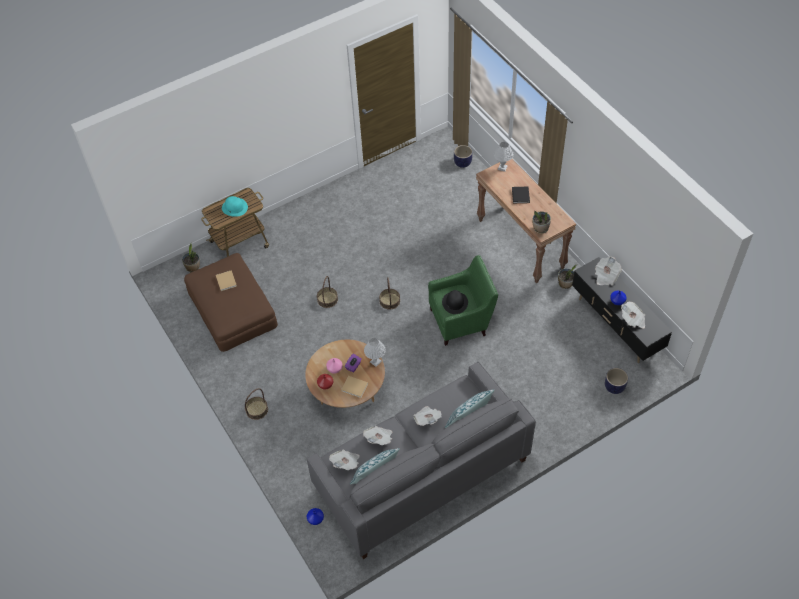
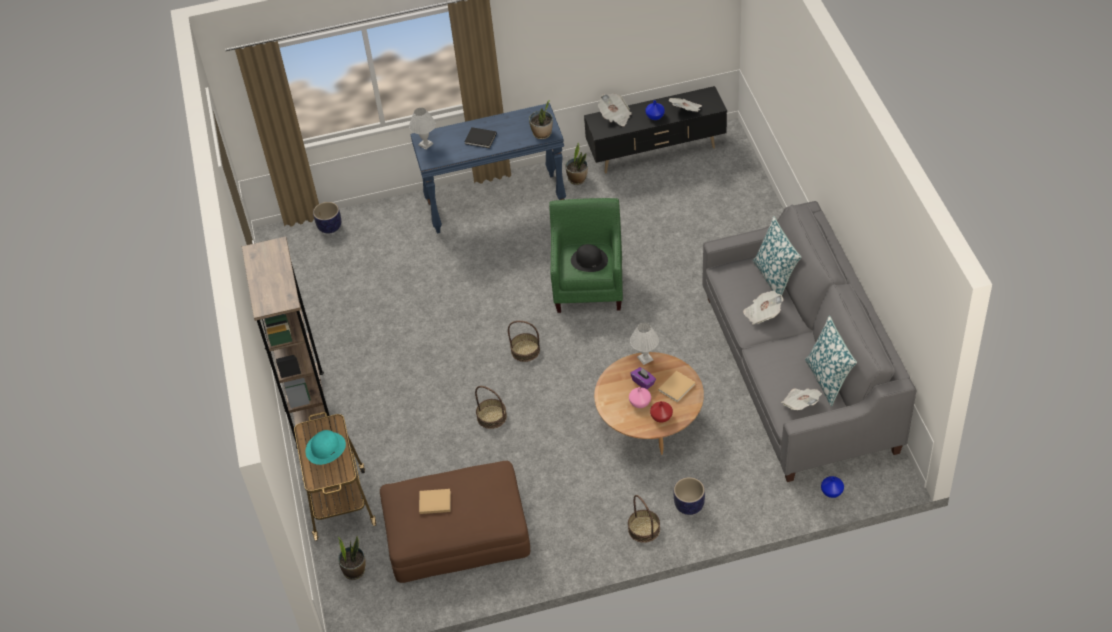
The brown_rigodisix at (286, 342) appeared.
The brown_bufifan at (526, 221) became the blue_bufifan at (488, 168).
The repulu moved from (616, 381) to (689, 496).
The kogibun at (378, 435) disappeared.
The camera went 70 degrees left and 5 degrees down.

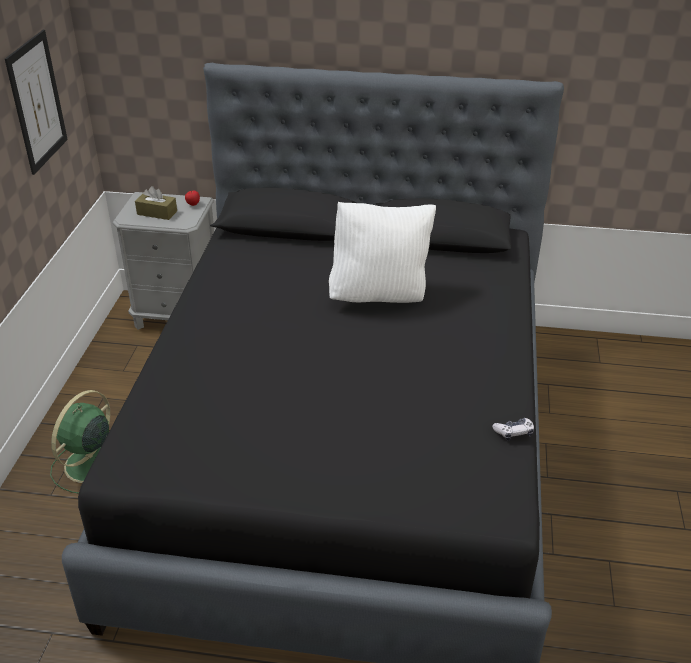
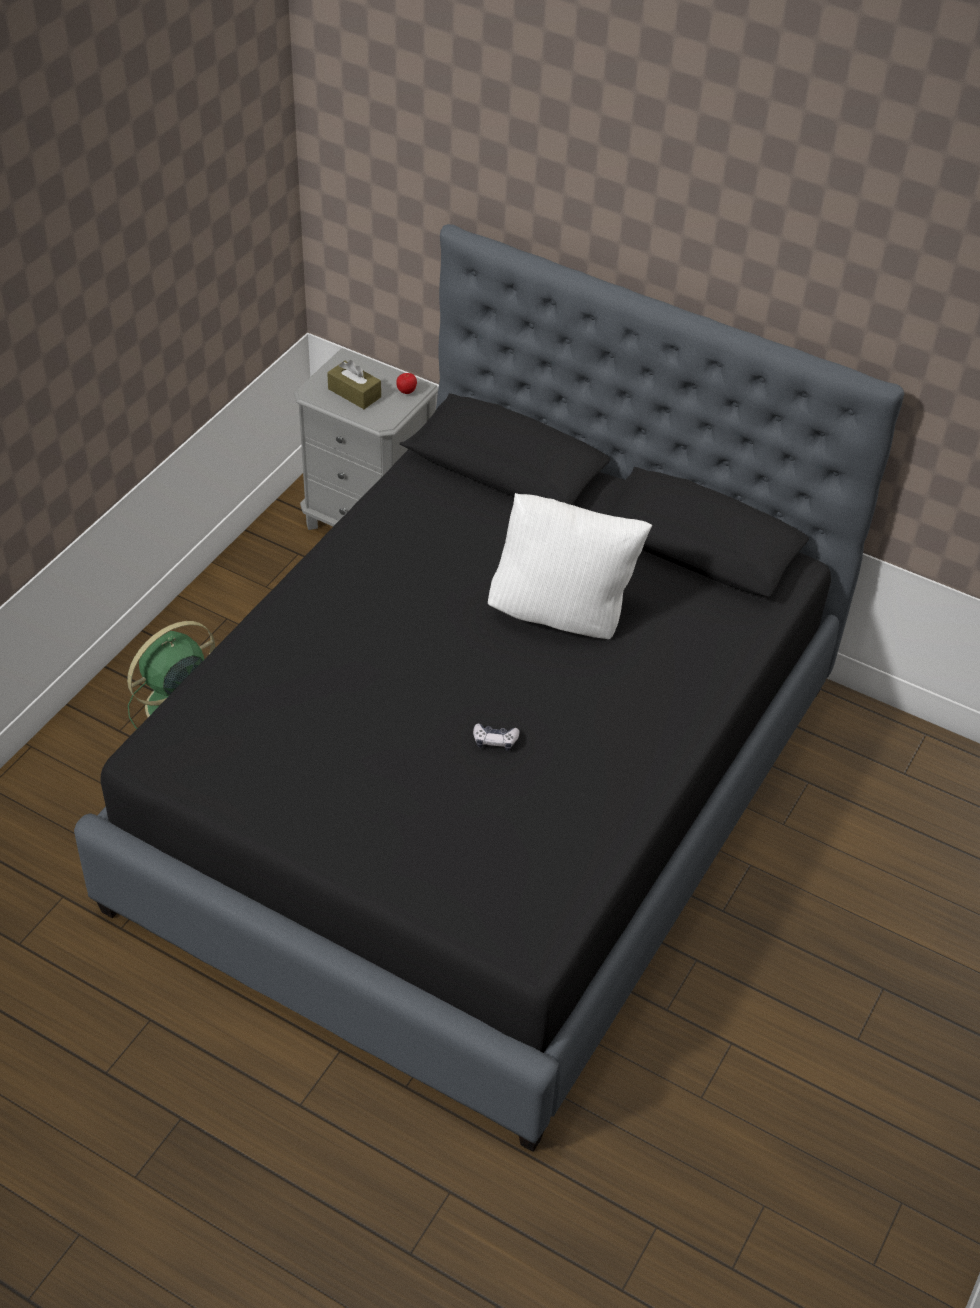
The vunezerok moved from (513, 429) to (496, 737).
The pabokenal at (36, 102) disappeared.
The camera went 20 degrees right and 10 degrees up.

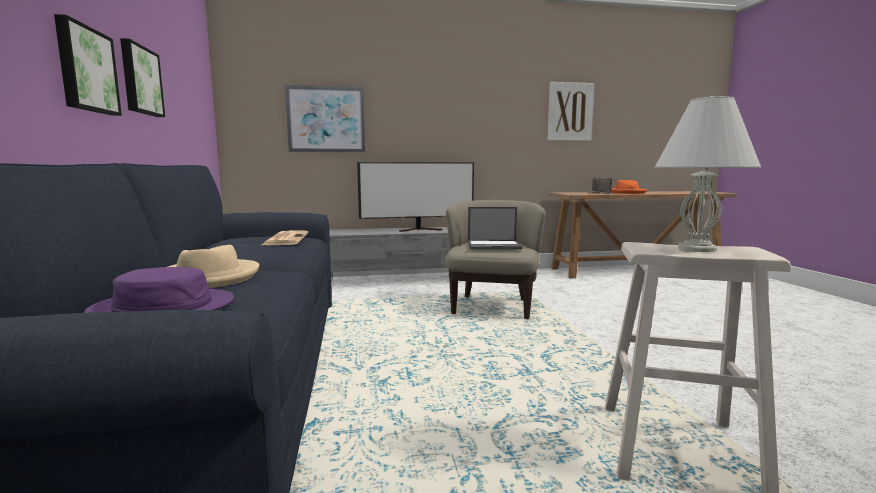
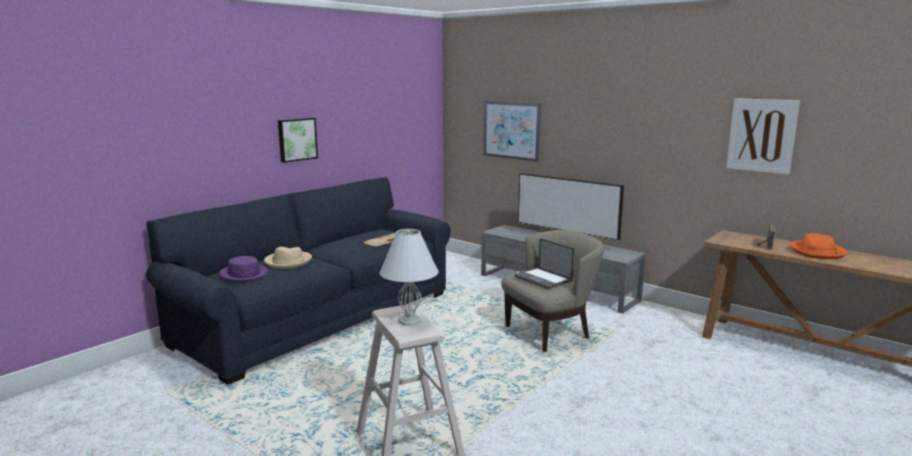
The pabokenal at (142, 77) disappeared.
The camera went 50 degrees right and 5 degrees up.

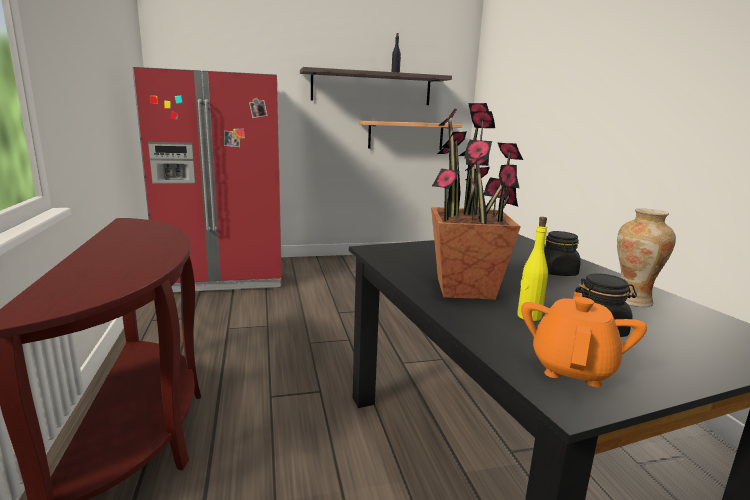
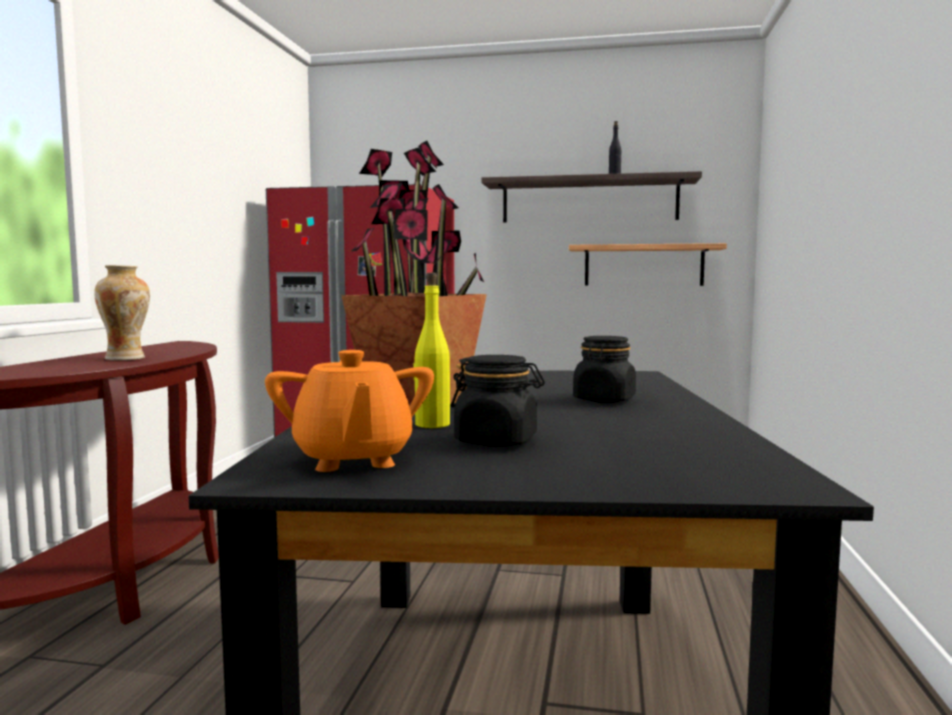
The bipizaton moved from (646, 257) to (122, 312).
The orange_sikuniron at (584, 339) turned 120 degrees clockwise.
The camera went 25 degrees right and 10 degrees down.

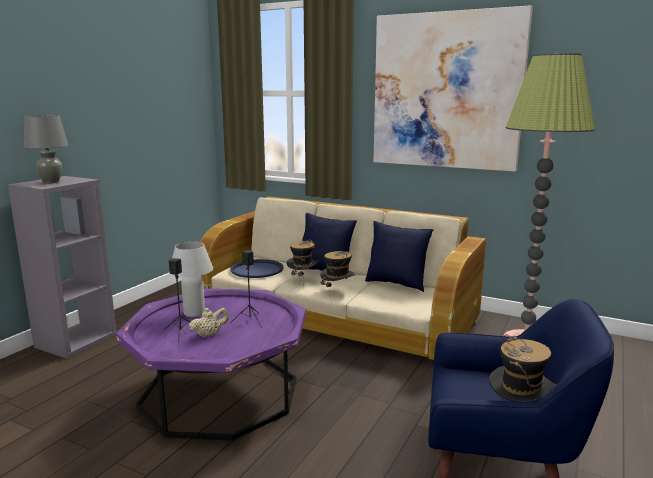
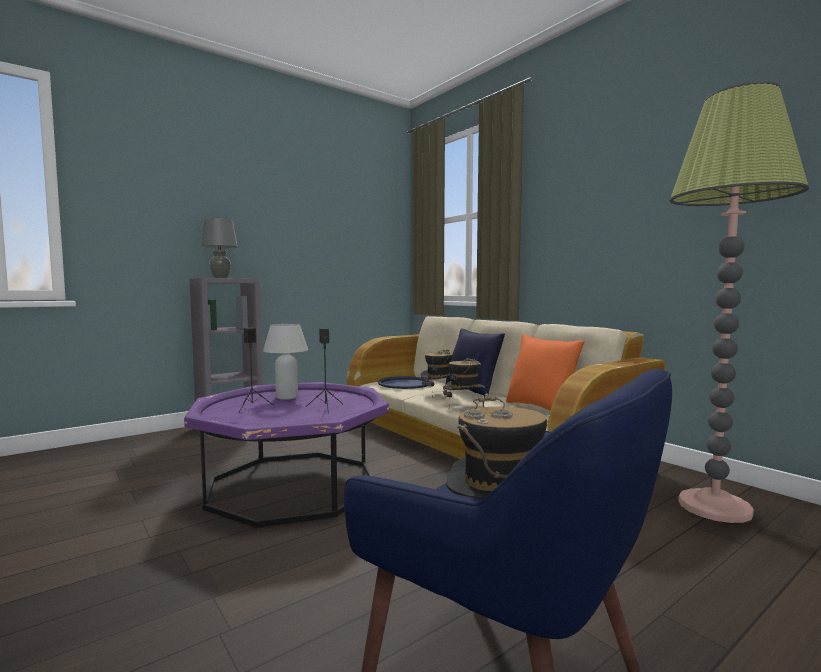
The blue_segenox at (399, 256) became the orange_segenox at (545, 372).
The beige_sikuniron at (208, 322) disappeared.
The pabokenal at (453, 88) disappeared.
The camera went 25 degrees right and 10 degrees down.

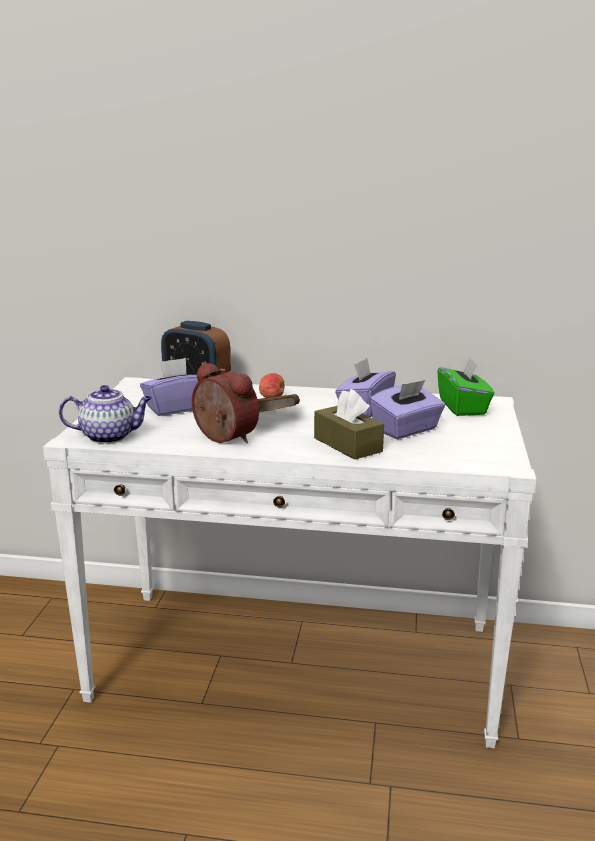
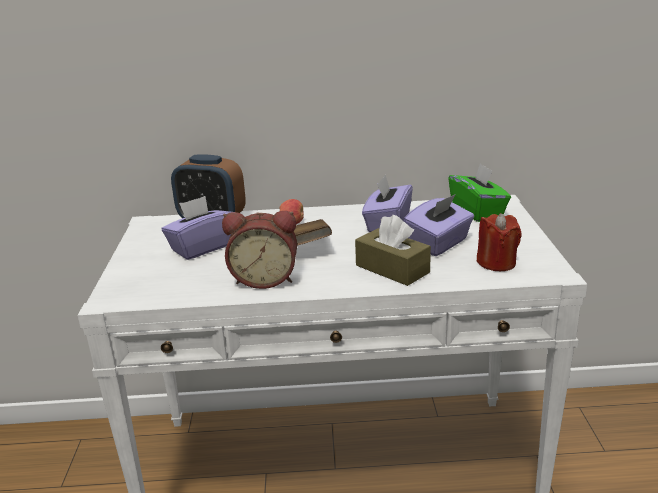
The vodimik at (225, 403) turned 150 degrees clockwise.
The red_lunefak at (499, 242) appeared.
The sikuniron at (105, 414) disappeared.
The camera went 10 degrees left and 5 degrees up.

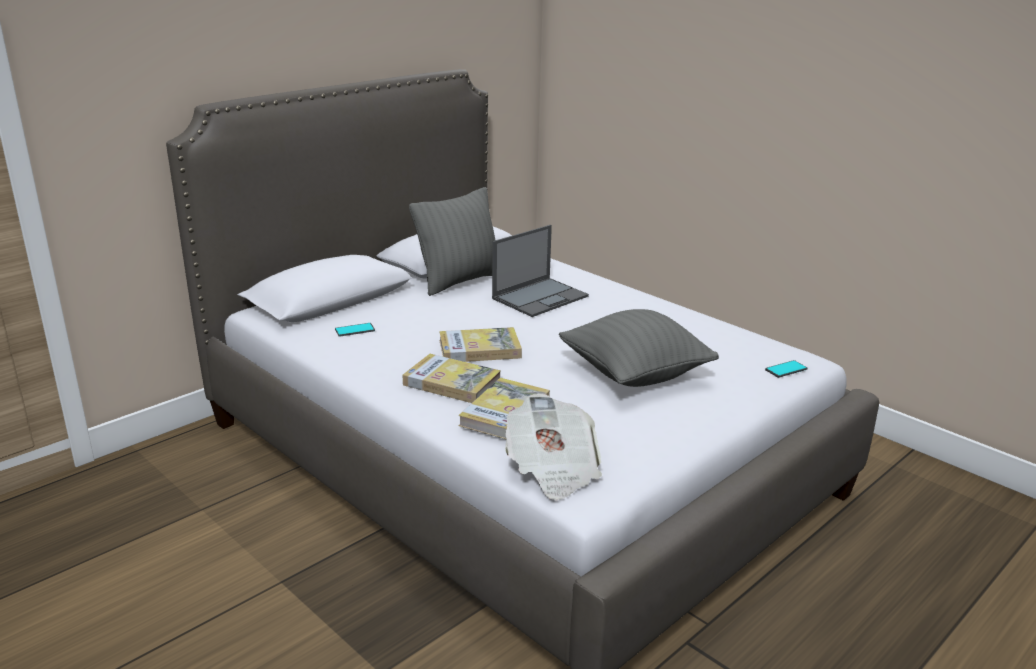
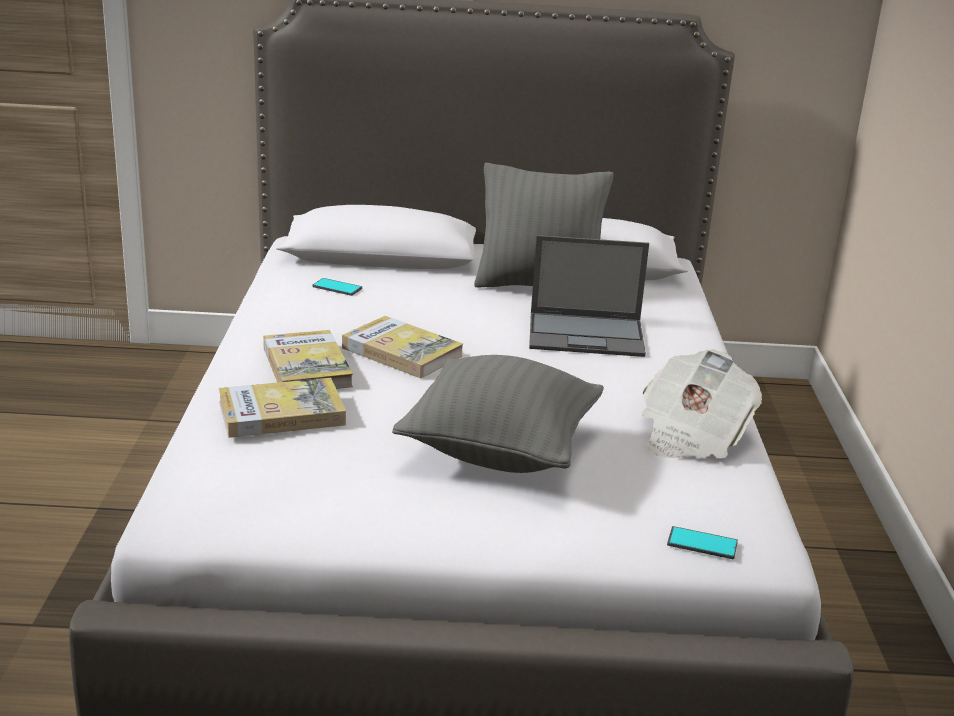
The kogibun moved from (553, 447) to (702, 404).
The camera went 45 degrees right and 0 degrees up.

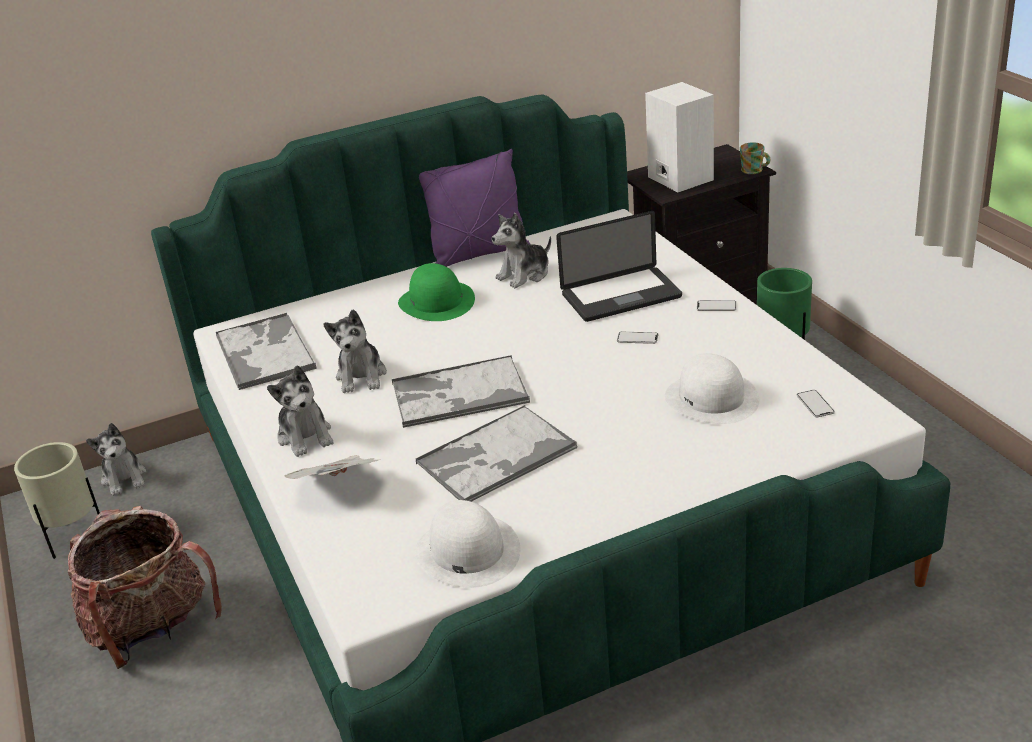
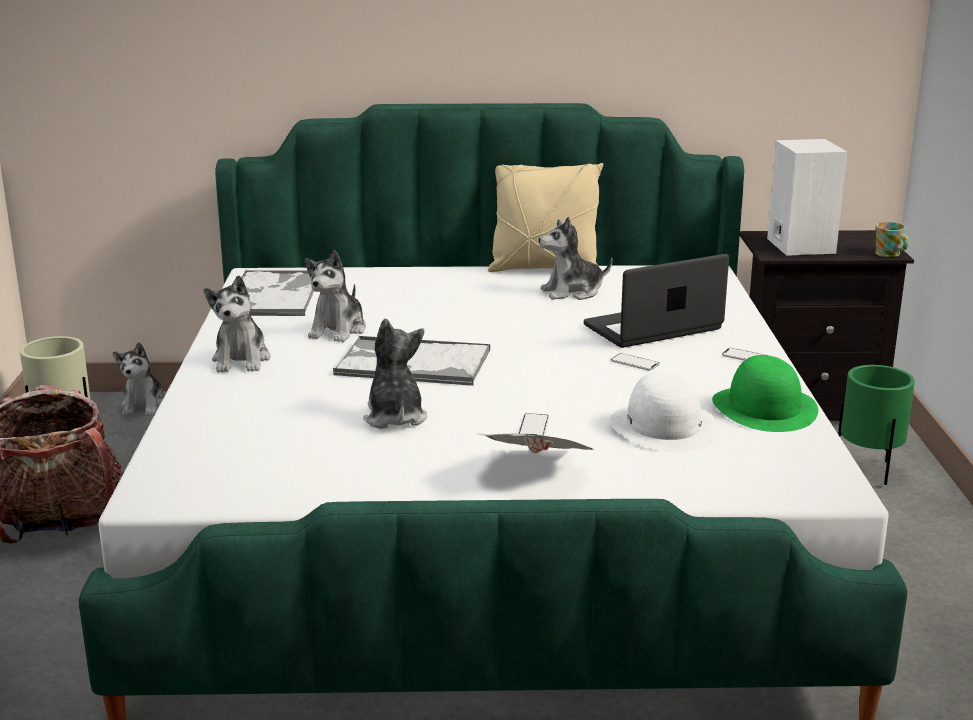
The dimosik at (496, 453) was replaced by the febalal at (395, 374).
The kogibun moved from (331, 467) to (534, 443).
The purple_segenox at (474, 208) became the beige_segenox at (545, 217).
The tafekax moved from (816, 403) to (533, 424).
The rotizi at (619, 266) turned 150 degrees clockwise.
The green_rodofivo moved from (436, 292) to (765, 393).
The white_rodofivo at (467, 544) disappeared.
The camera went 20 degrees right and 10 degrees down.

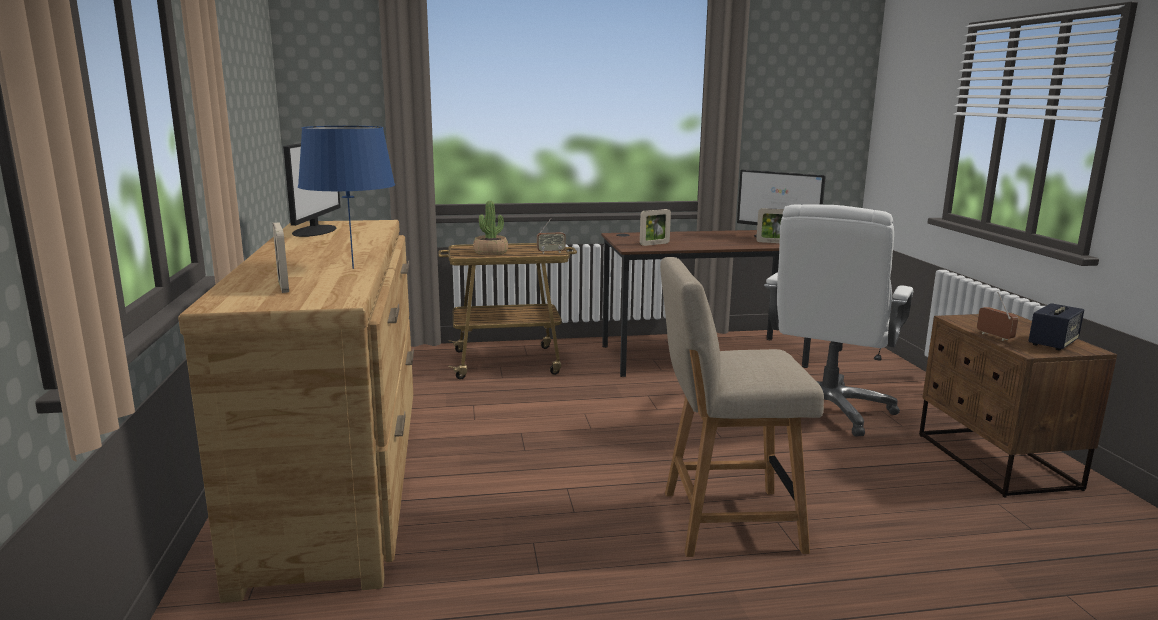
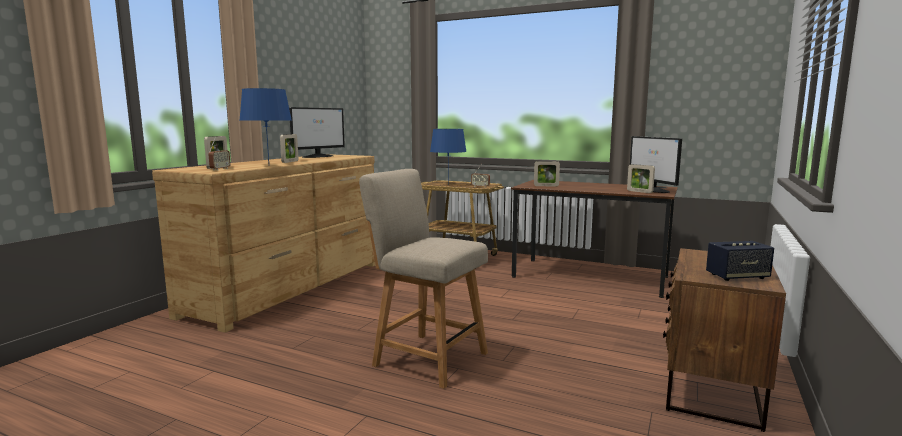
The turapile moved from (997, 316) to (219, 153).
The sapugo at (289, 148) appeared.
The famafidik at (490, 228) was replaced by the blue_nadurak at (448, 157).
The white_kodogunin at (838, 320) disappeared.
The camera went 35 degrees right and 5 degrees down.

